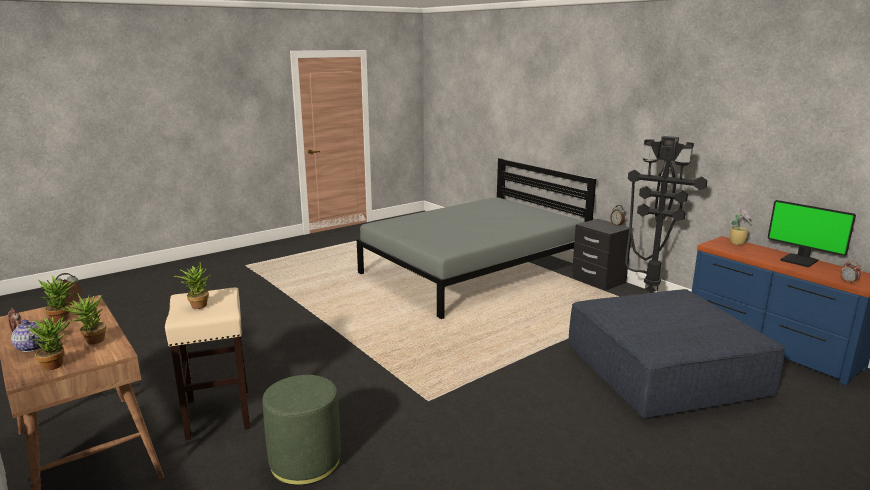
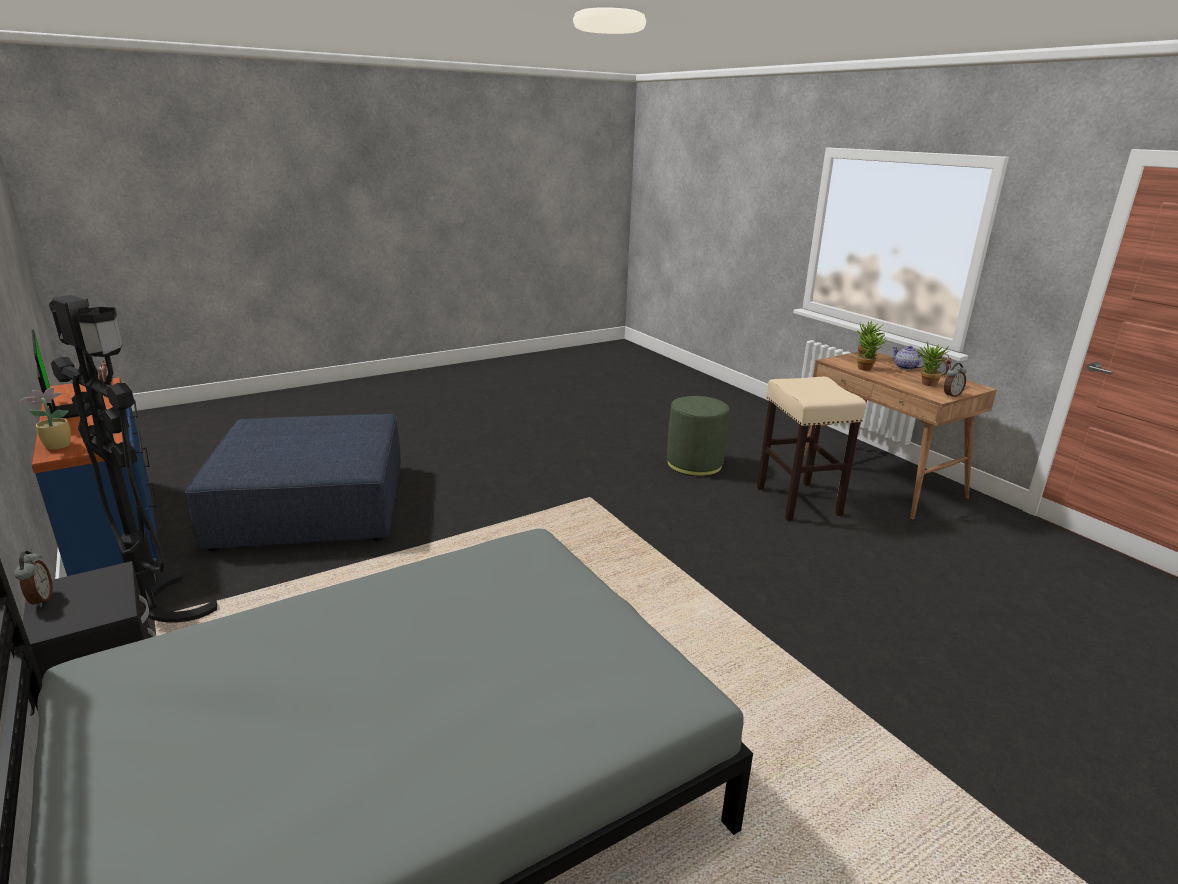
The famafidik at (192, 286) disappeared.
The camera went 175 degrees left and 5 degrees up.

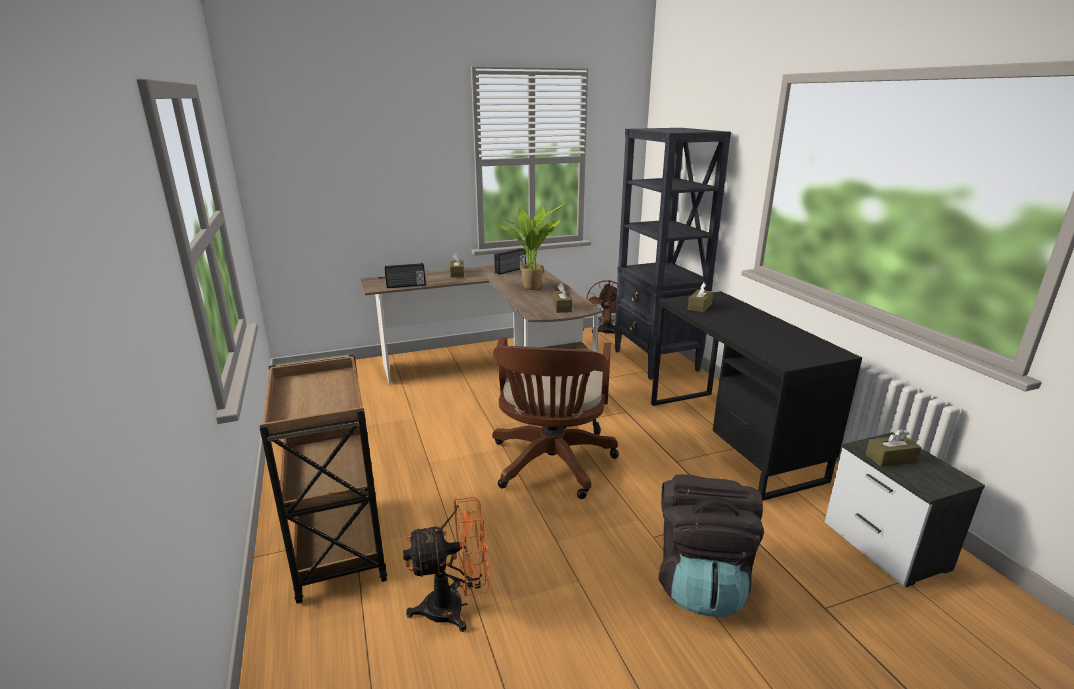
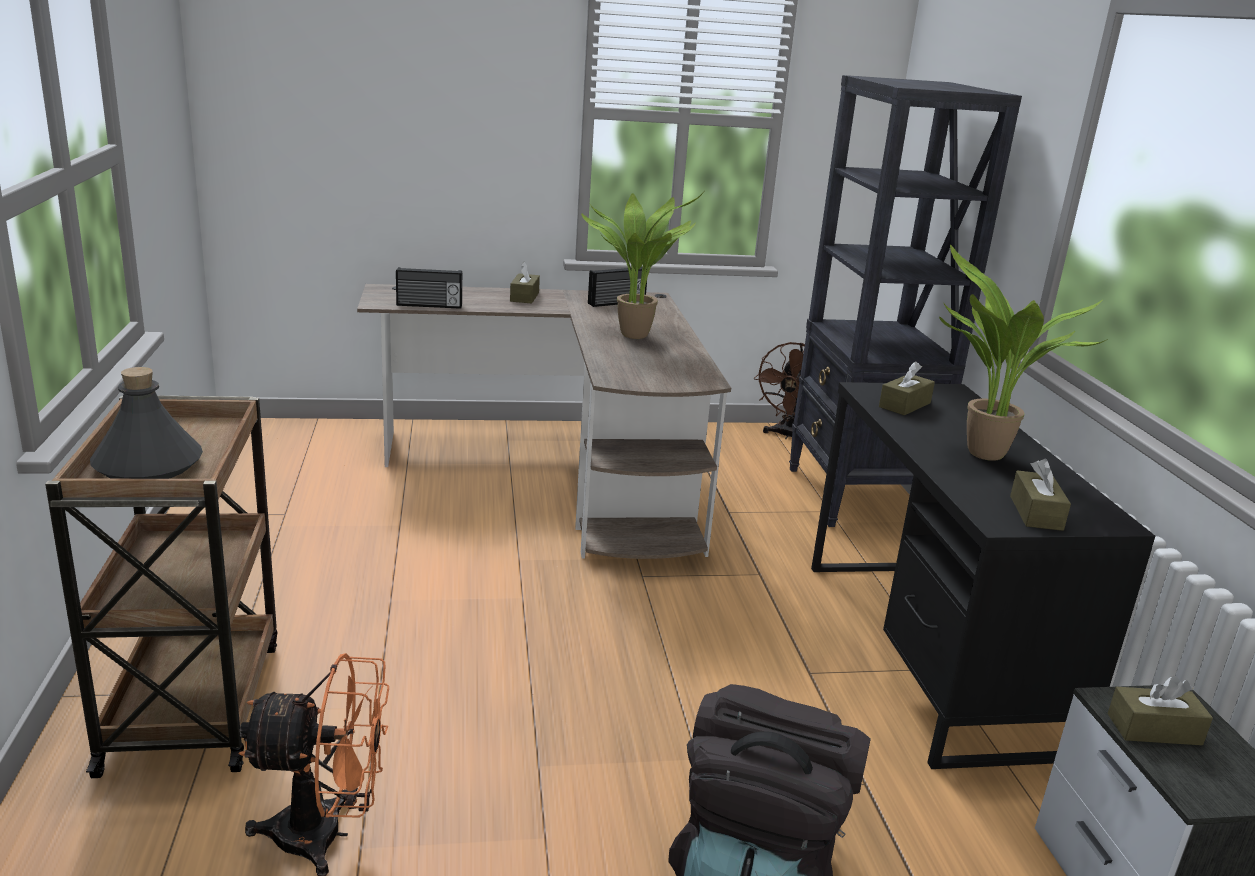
The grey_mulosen at (146, 423) appeared.
The famafidik at (1023, 353) appeared.
The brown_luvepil moved from (562, 298) to (1040, 495).
The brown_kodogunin at (555, 418) disappeared.
The camera went 10 degrees right and 0 degrees up.

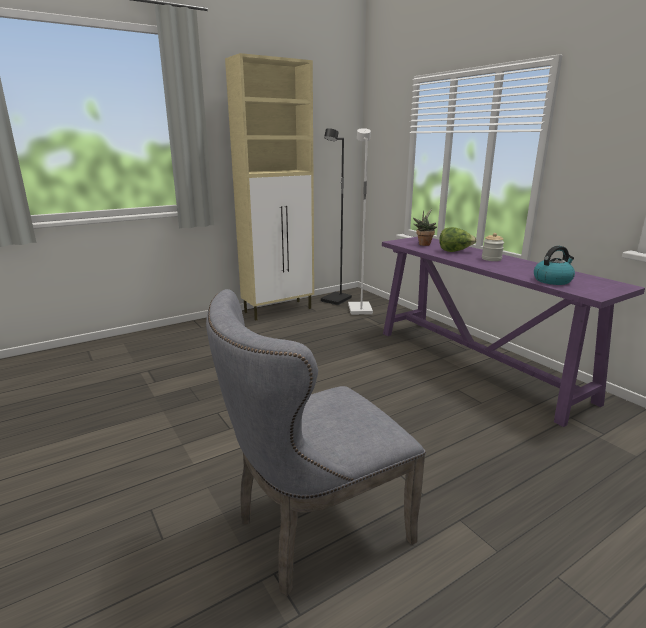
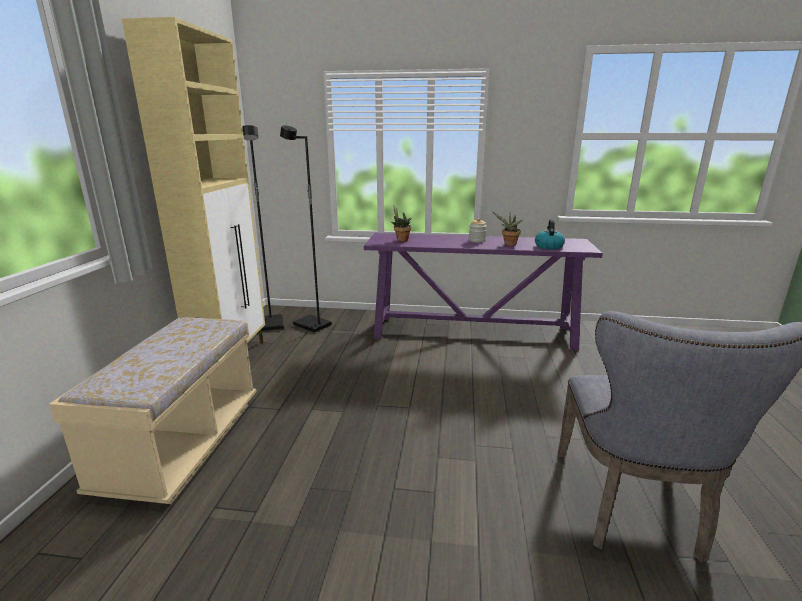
The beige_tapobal at (153, 410) appeared.
The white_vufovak at (360, 221) became the black_vufovak at (306, 229).
The famafidik at (508, 229) appeared.
The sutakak at (458, 239) disappeared.
The camera went 50 degrees left and 0 degrees up.

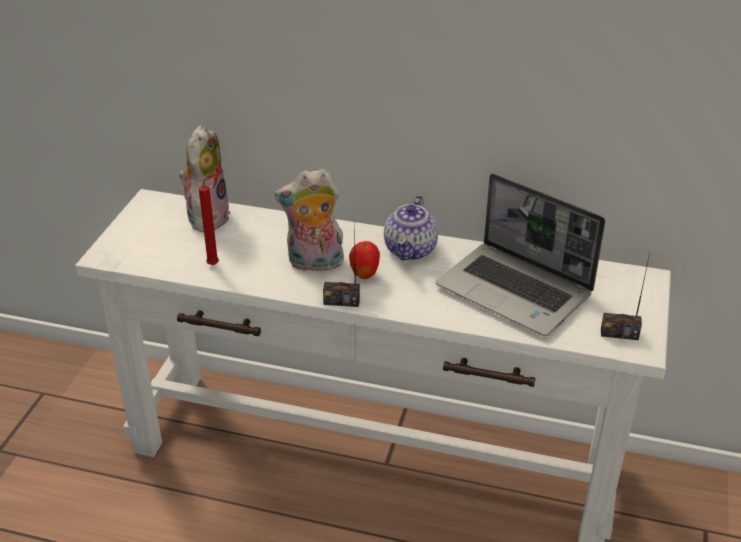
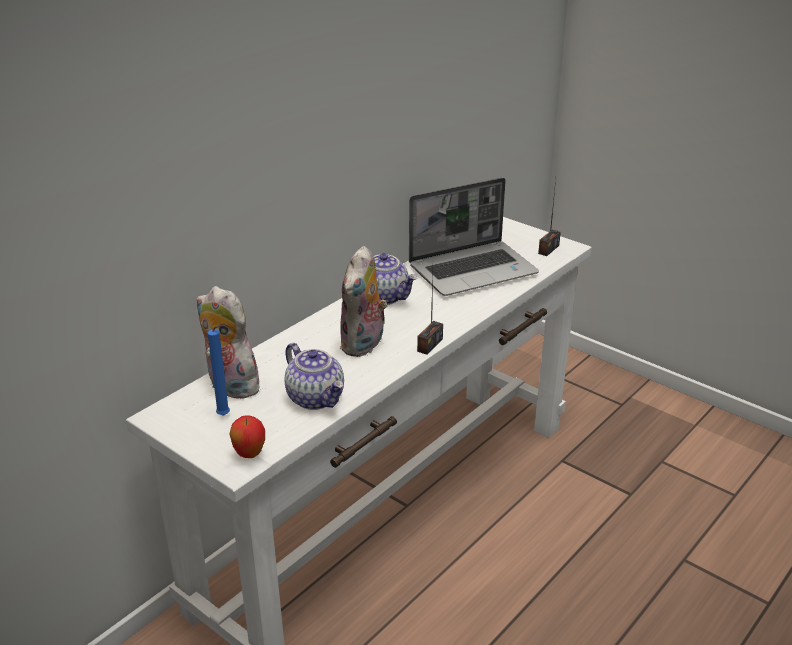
The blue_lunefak at (219, 370) appeared.
The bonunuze moved from (364, 260) to (247, 436).
The red_lunefak at (209, 219) was replaced by the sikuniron at (314, 376).
The camera went 65 degrees left and 5 degrees down.

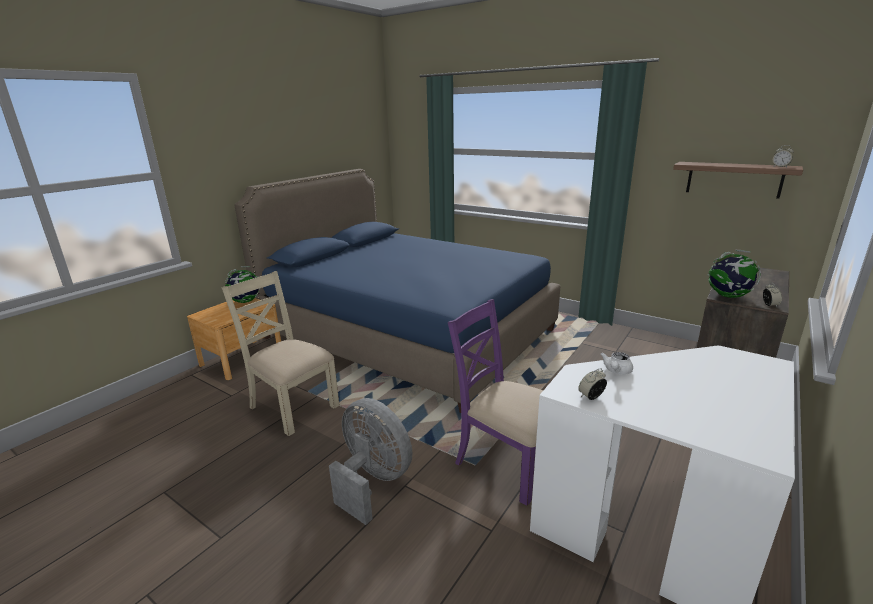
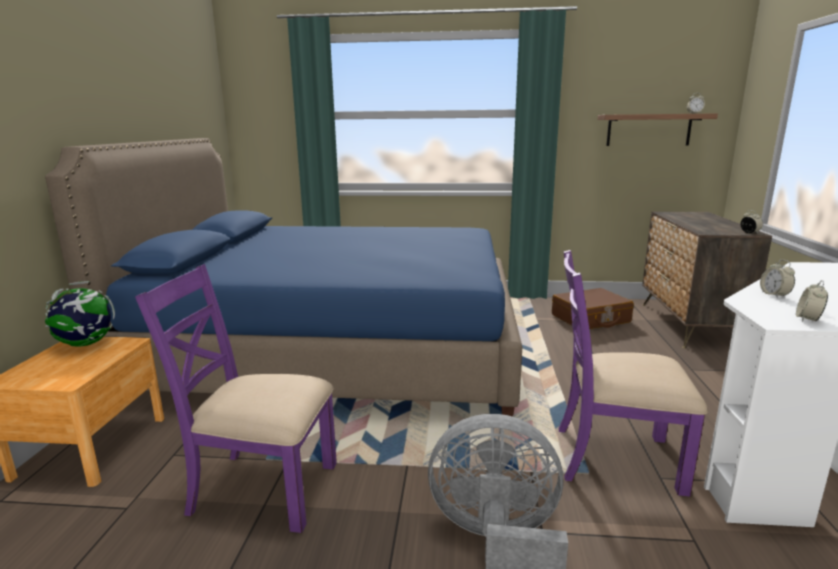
The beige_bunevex at (280, 353) became the purple_bunevex at (236, 398).
The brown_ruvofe at (592, 308) appeared.
The white_sikuniron at (616, 363) was replaced by the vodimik at (777, 279).
The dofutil at (734, 274) disappeared.
The camera went 30 degrees left and 5 degrees down.

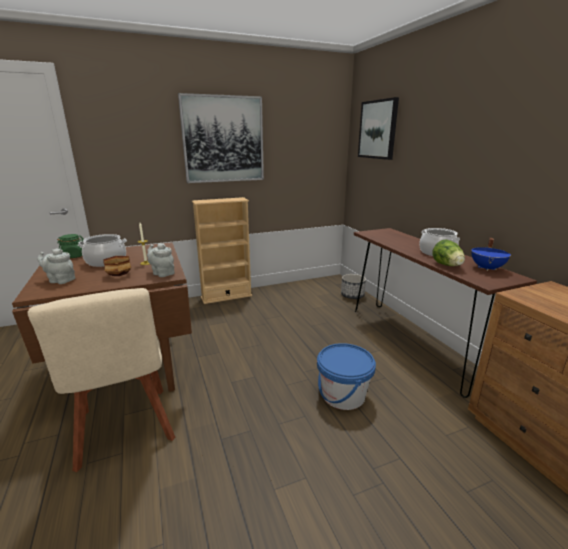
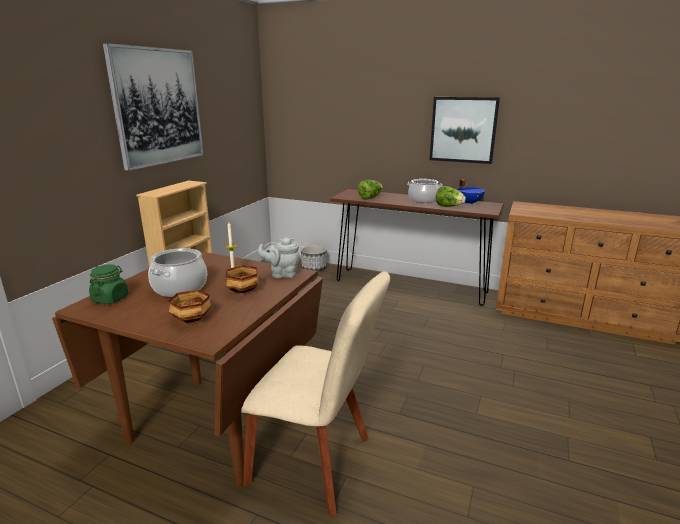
The grey_sikuniron at (56, 266) was replaced by the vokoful at (189, 306).
The sutakak at (370, 190) appeared.
The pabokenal moved from (378, 128) to (465, 130).
The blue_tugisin at (346, 376) disappeared.
The camera went 45 degrees left and 0 degrees up.

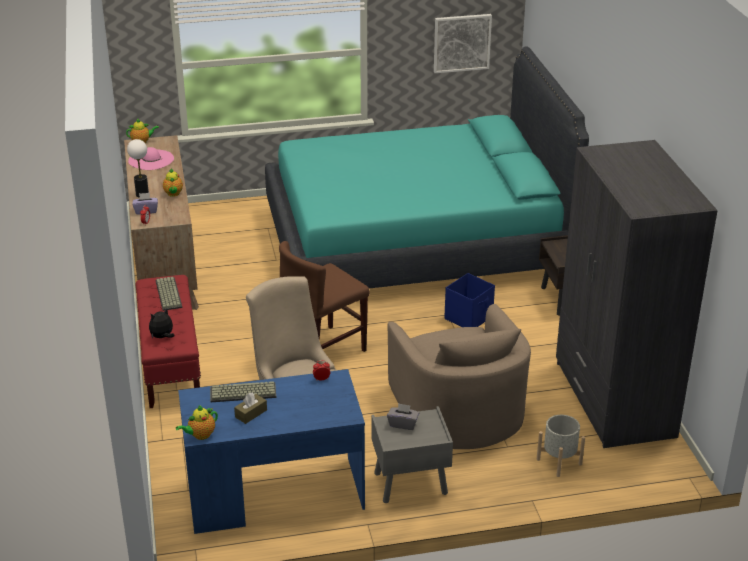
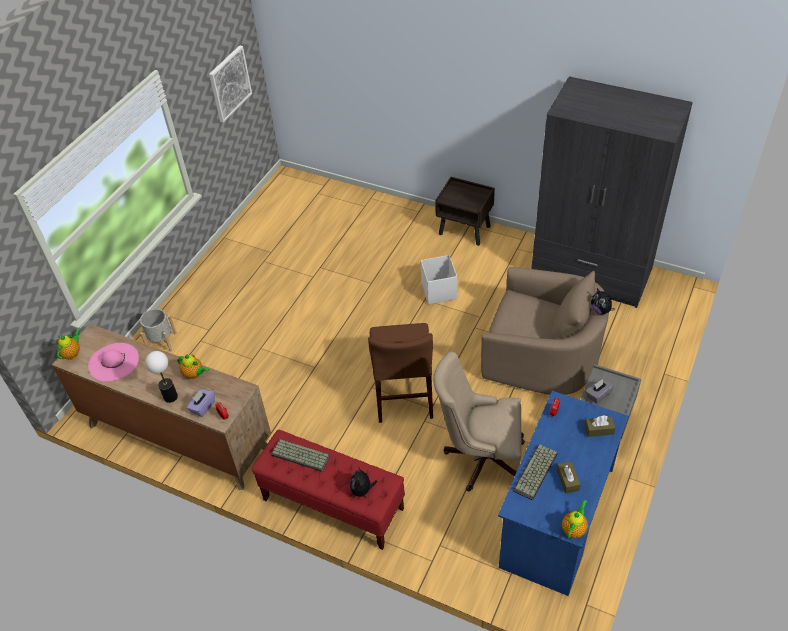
The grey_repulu moved from (561, 446) to (158, 330).
The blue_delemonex at (469, 300) became the white_delemonex at (439, 279).
The sikuniron at (197, 422) turned 150 degrees counterclockwise.
The brown_luvepil at (600, 426) appeared.
The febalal at (603, 301) appeared.
The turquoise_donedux at (427, 167) disappeared.
The camera went 50 degrees left and 15 degrees up.

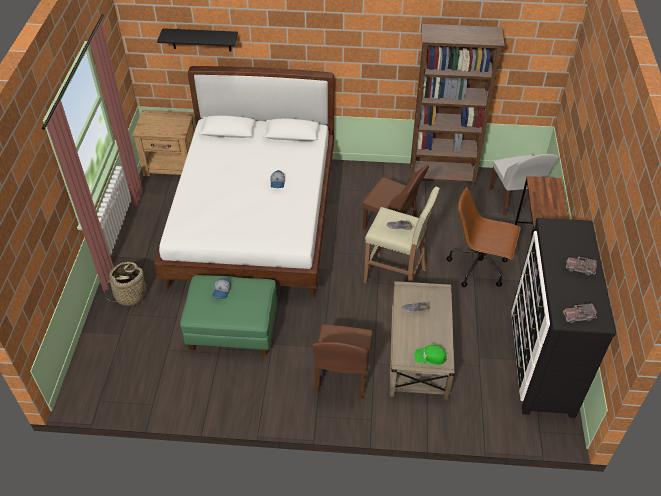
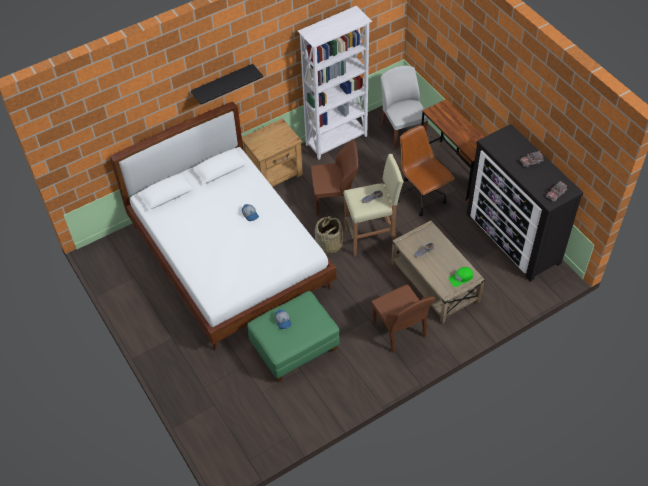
The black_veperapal moved from (197, 39) to (227, 84).
The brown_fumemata moved from (163, 143) to (272, 152).
The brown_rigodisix at (457, 106) became the white_rigodisix at (335, 83).
The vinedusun moved from (128, 284) to (329, 235).
The white_bunevex at (524, 185) turned 150 degrees counterclockwise.
The brown_kodogunin at (483, 237) turned 75 degrees clockwise.
The camera went 35 degrees left and 5 degrees up.

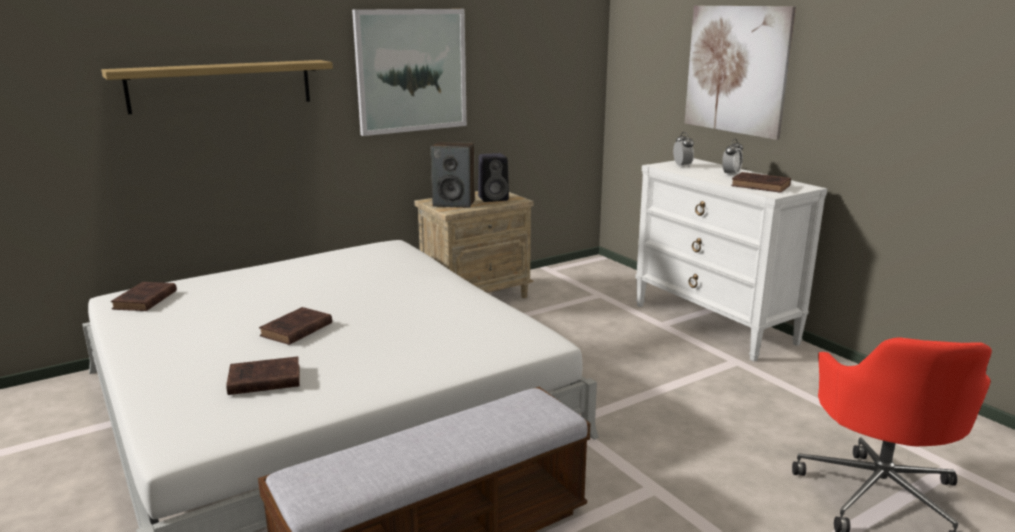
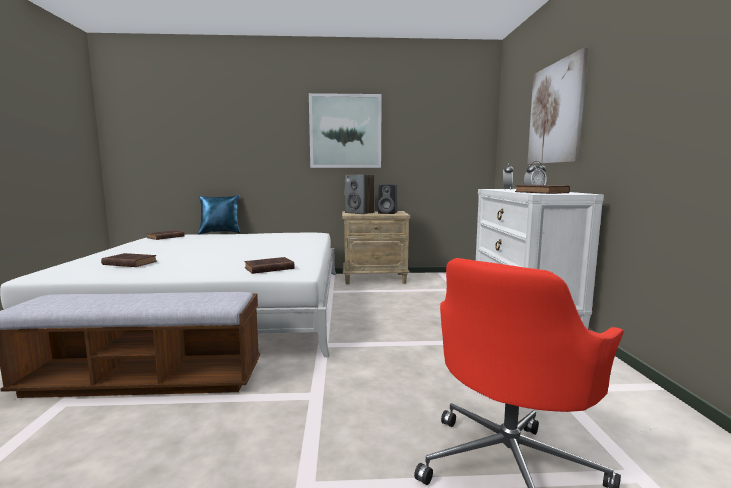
The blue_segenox at (219, 215) appeared.
The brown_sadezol moved from (295, 326) to (269, 265).
The veperapal at (217, 87) disappeared.
The camera went 30 degrees right and 10 degrees down.

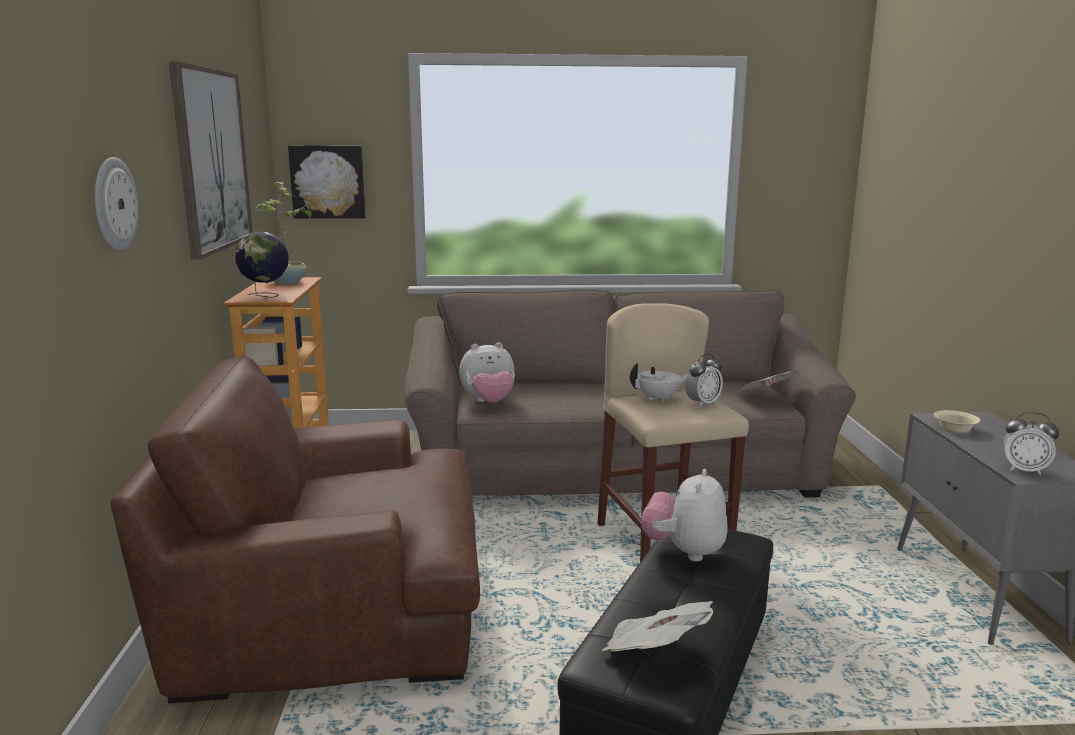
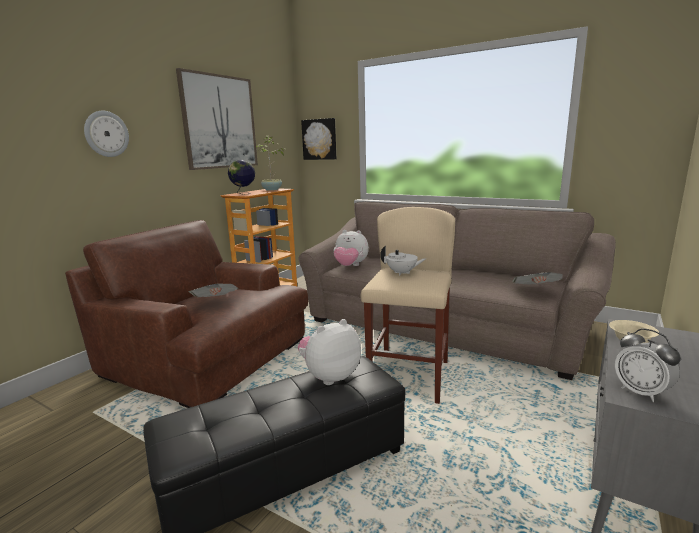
The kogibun moved from (657, 626) to (213, 290).
The vodimik at (704, 380) disappeared.
The camera went 35 degrees right and 0 degrees up.

